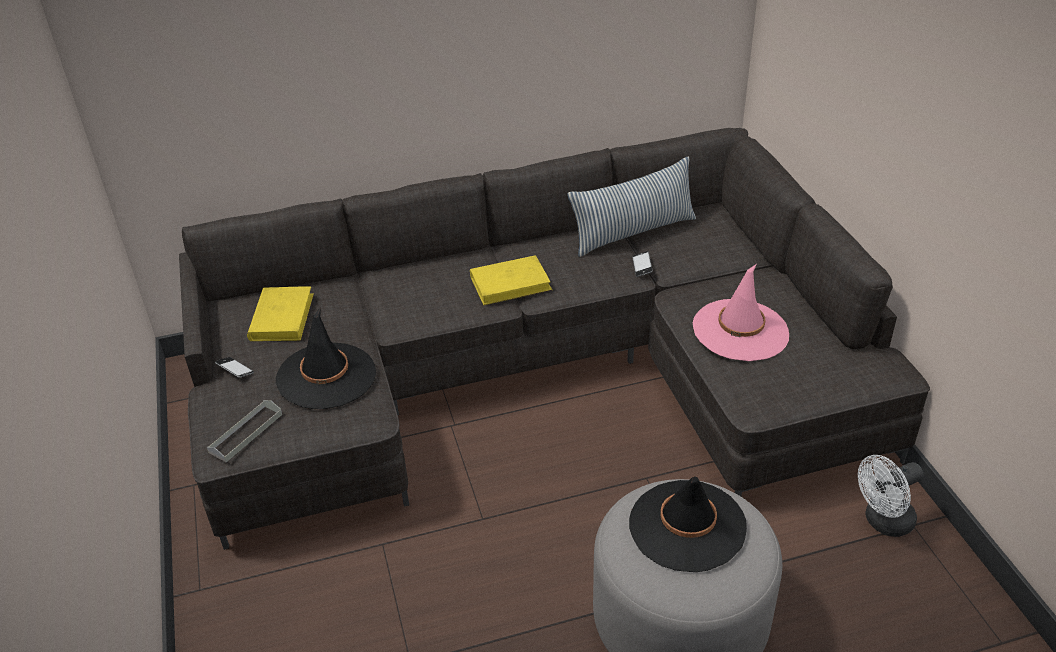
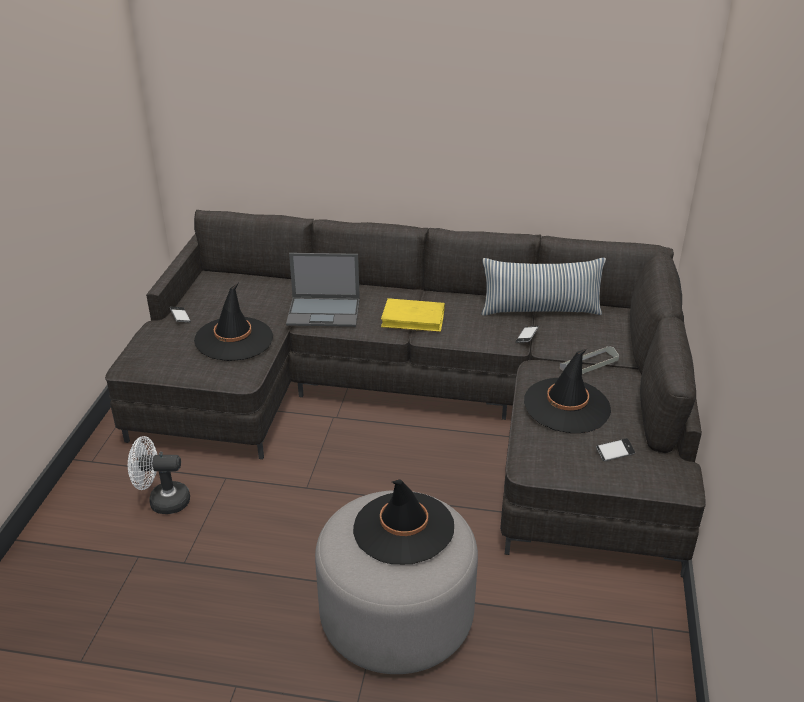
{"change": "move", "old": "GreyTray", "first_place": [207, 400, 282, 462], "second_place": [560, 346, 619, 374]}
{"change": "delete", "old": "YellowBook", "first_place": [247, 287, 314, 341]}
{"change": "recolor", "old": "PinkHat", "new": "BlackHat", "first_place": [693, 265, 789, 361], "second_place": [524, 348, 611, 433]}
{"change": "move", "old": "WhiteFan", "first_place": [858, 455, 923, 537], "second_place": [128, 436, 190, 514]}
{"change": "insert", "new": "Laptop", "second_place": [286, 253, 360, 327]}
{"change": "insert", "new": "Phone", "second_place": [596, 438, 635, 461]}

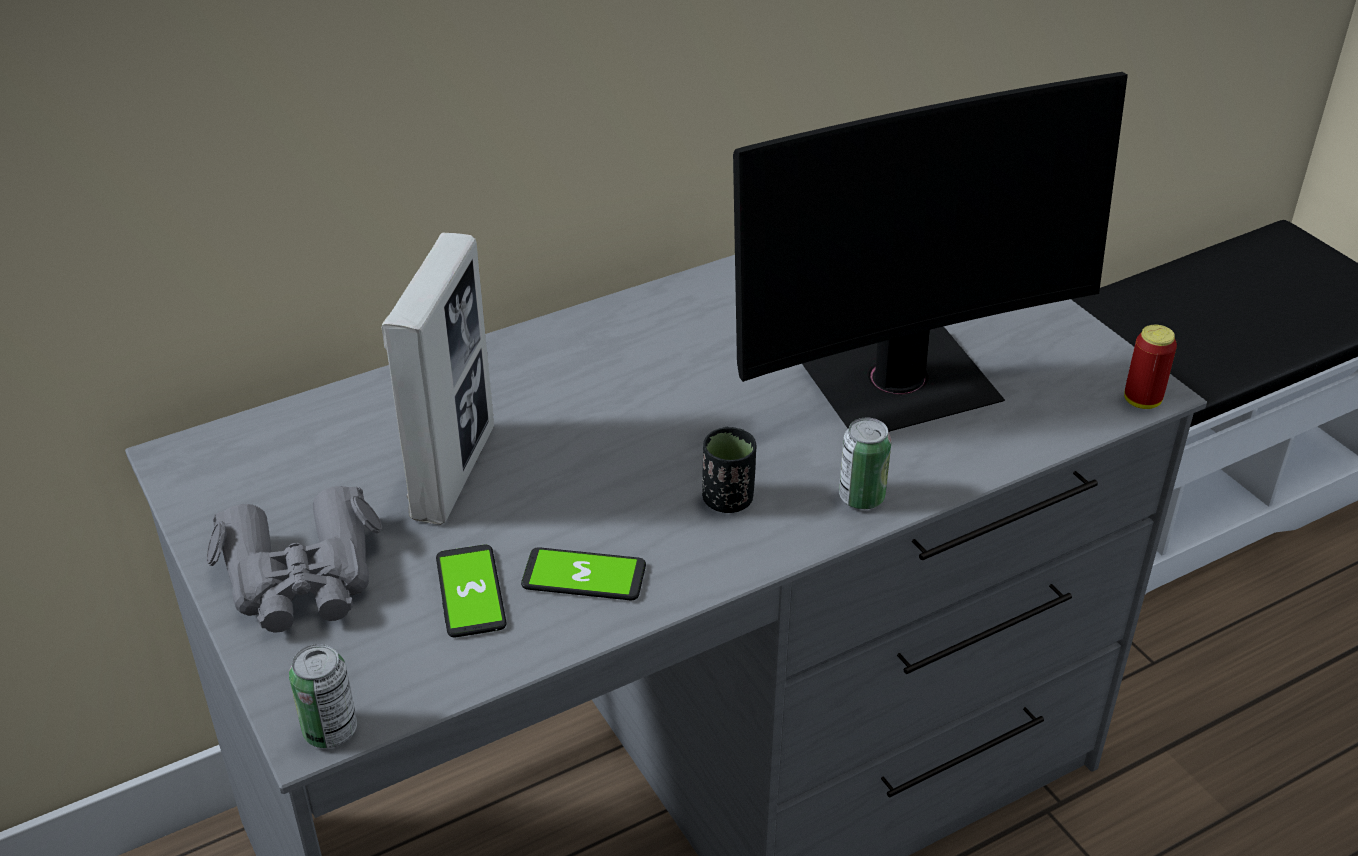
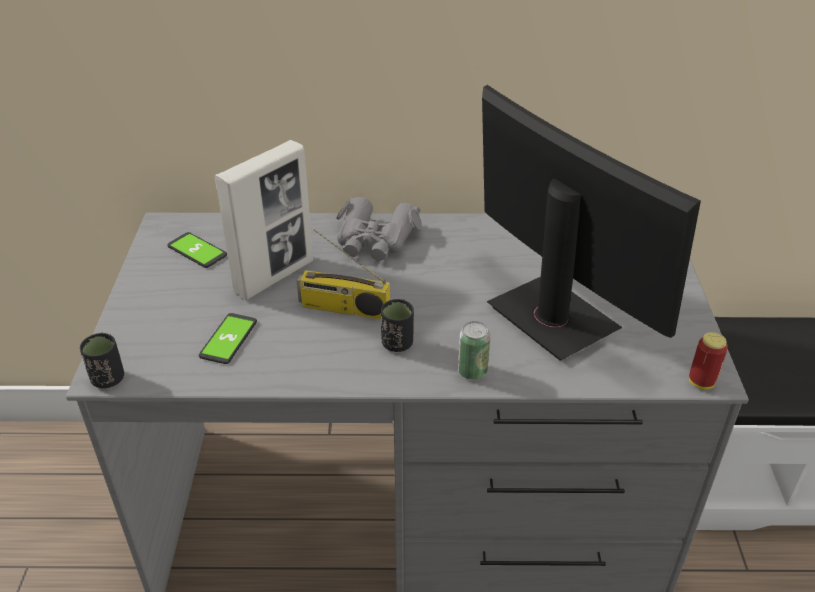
{"change": "move", "old": "GreyBinoculars", "first_place": [206, 486, 382, 633], "second_place": [336, 197, 422, 261]}
{"change": "replace", "old": "Can", "new": "BlackCup", "first_place": [289, 644, 357, 748], "second_place": [80, 333, 124, 388]}
{"change": "move", "old": "Phone", "first_place": [521, 547, 646, 600], "second_place": [167, 232, 227, 268]}
{"change": "rotate", "old": "Monitor", "first_place": [733, 72, 1128, 432], "second_place": [482, 85, 701, 361], "degrees": -135}
{"change": "insert", "new": "Radio", "second_place": [297, 229, 390, 319]}

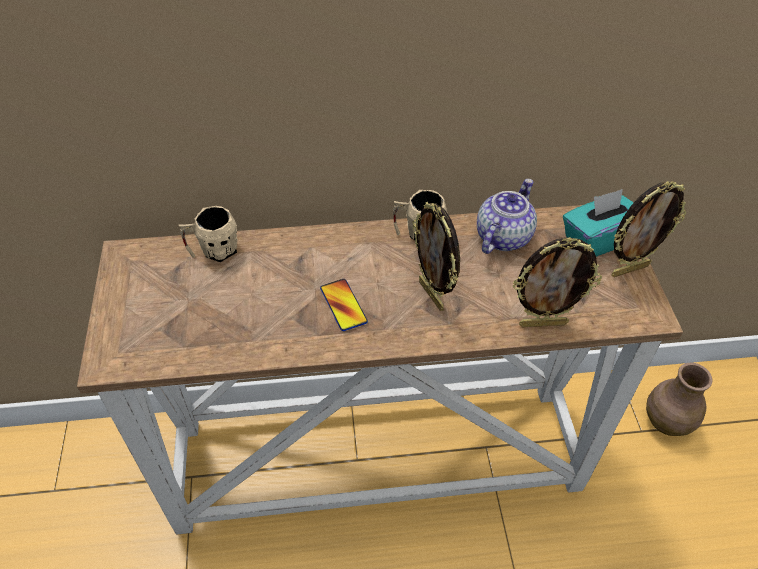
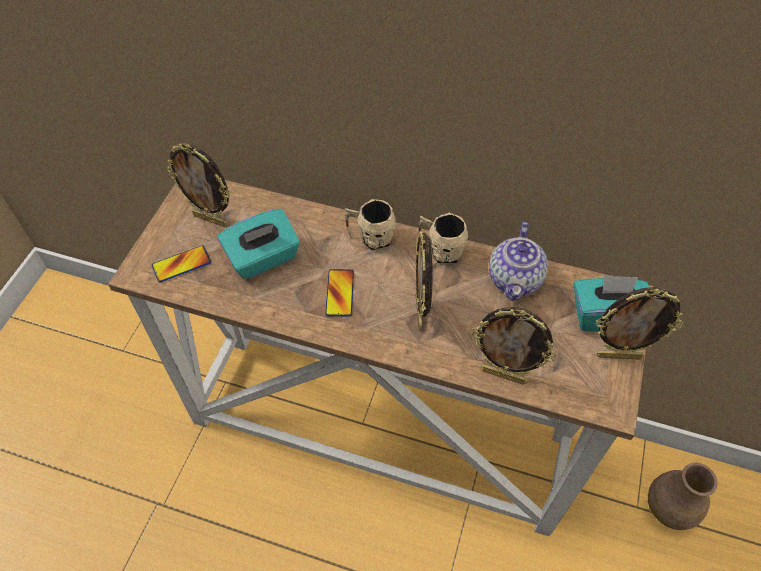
{"change": "move", "old": "BeigeMug", "first_place": [179, 206, 238, 262], "second_place": [345, 199, 396, 250]}
{"change": "rotate", "old": "Teapot", "first_place": [477, 179, 537, 254], "second_place": [489, 222, 548, 301], "degrees": 135}
{"change": "insert", "new": "Phone", "second_place": [152, 245, 211, 282]}
{"change": "insert", "new": "PictureFrame", "second_place": [166, 143, 230, 227]}
{"change": "insert", "new": "TurquoiseTissueBox", "second_place": [217, 209, 300, 279]}

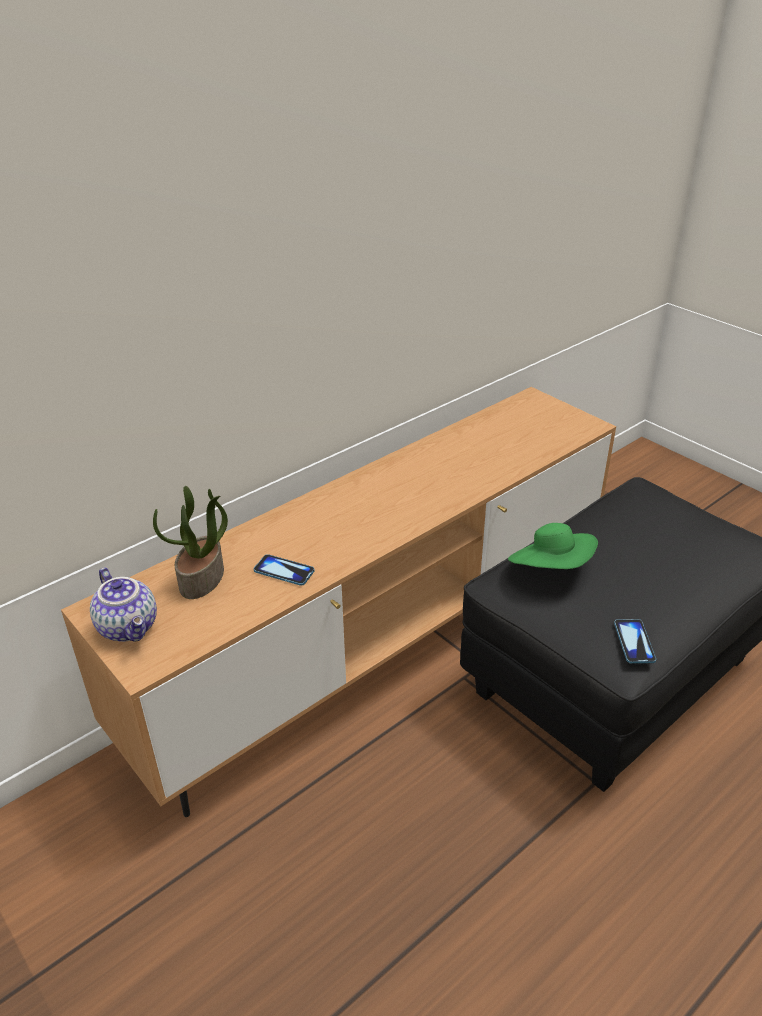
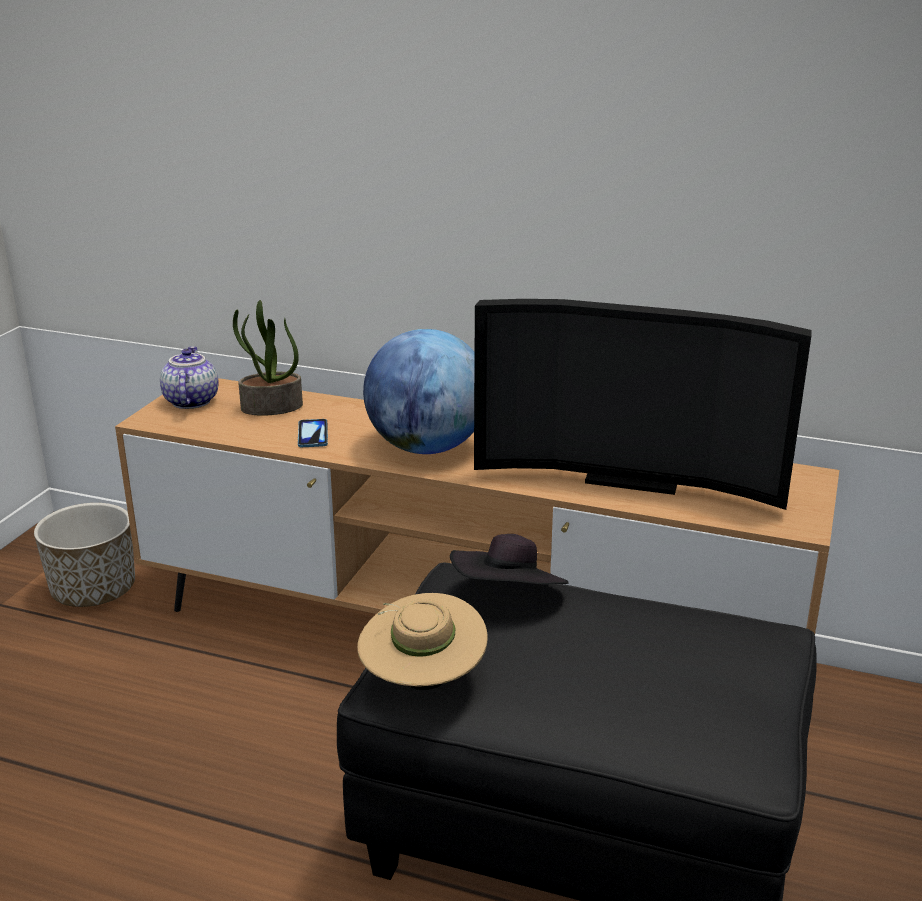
{"change": "rotate", "old": "Teapot", "first_place": [90, 568, 157, 642], "second_place": [160, 347, 219, 409], "degrees": 150}
{"change": "recolor", "old": "GreenHat", "new": "BlackHat", "first_place": [508, 523, 598, 569], "second_place": [450, 534, 569, 584]}
{"change": "replace", "old": "Phone", "new": "BeigeHat", "first_place": [614, 619, 656, 664], "second_place": [357, 593, 488, 690]}
{"change": "insert", "new": "Planter", "second_place": [34, 503, 135, 607]}
{"change": "insert", "new": "Globe", "second_place": [363, 329, 475, 454]}
{"change": "insert", "new": "Television", "second_place": [474, 299, 811, 510]}

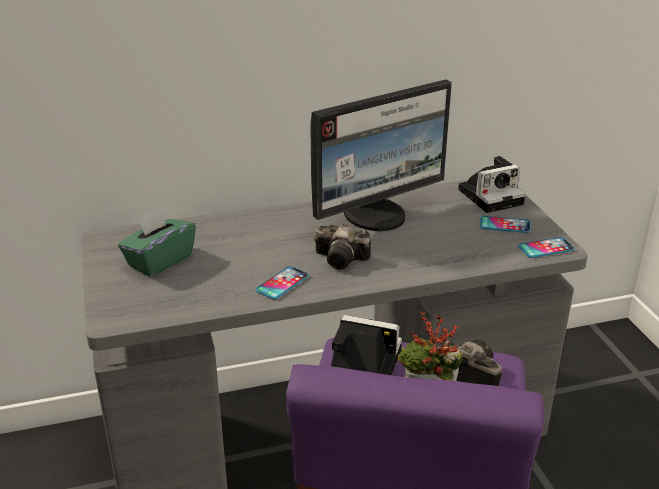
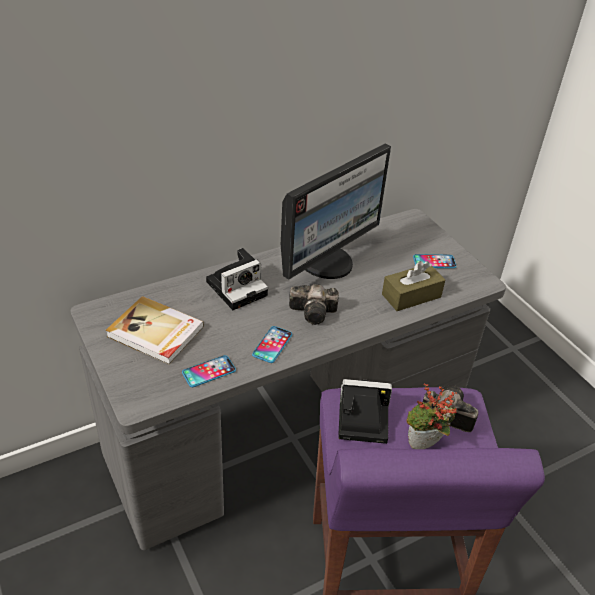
{"change": "replace", "old": "GreenTissueBox", "new": "Book", "first_place": [118, 208, 196, 277], "second_place": [106, 296, 204, 364]}
{"change": "move", "old": "PhotoCamera", "first_place": [458, 156, 526, 213], "second_place": [206, 248, 268, 310]}
{"change": "move", "old": "Phone", "first_place": [518, 237, 575, 258], "second_place": [182, 355, 236, 387]}
{"change": "insert", "new": "BrownTissueBox", "second_place": [382, 261, 445, 311]}

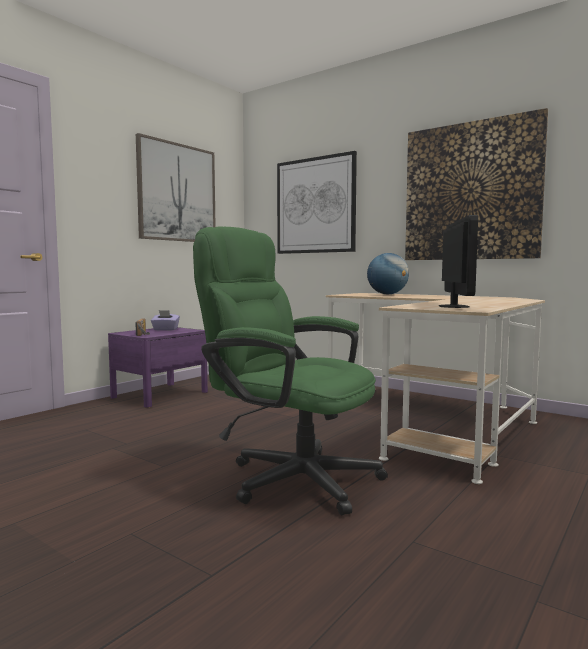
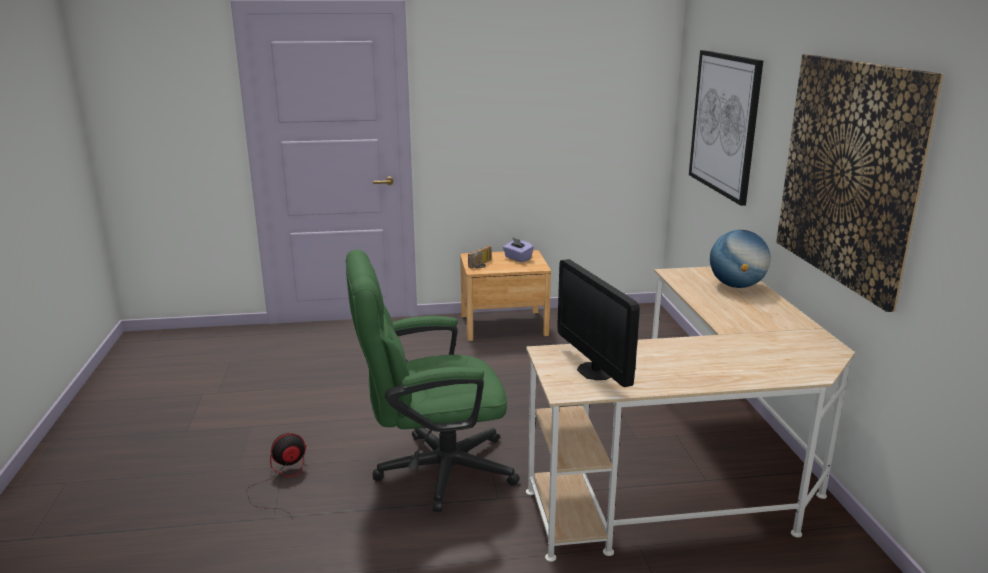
{"change": "recolor", "old": "PurpleNightstand", "new": "BrownNightstand", "first_place": [108, 327, 208, 407], "second_place": [460, 250, 551, 341]}
{"change": "delete", "old": "Picture", "first_place": [136, 133, 216, 242]}
{"change": "rotate", "old": "GreenOfficeChair", "first_place": [193, 227, 388, 515], "second_place": [345, 250, 520, 512], "degrees": -90}
{"change": "rotate", "old": "Monitor", "first_place": [439, 215, 478, 308], "second_place": [558, 259, 640, 387], "degrees": 105}
{"change": "insert", "new": "Fan", "second_place": [246, 433, 306, 519]}

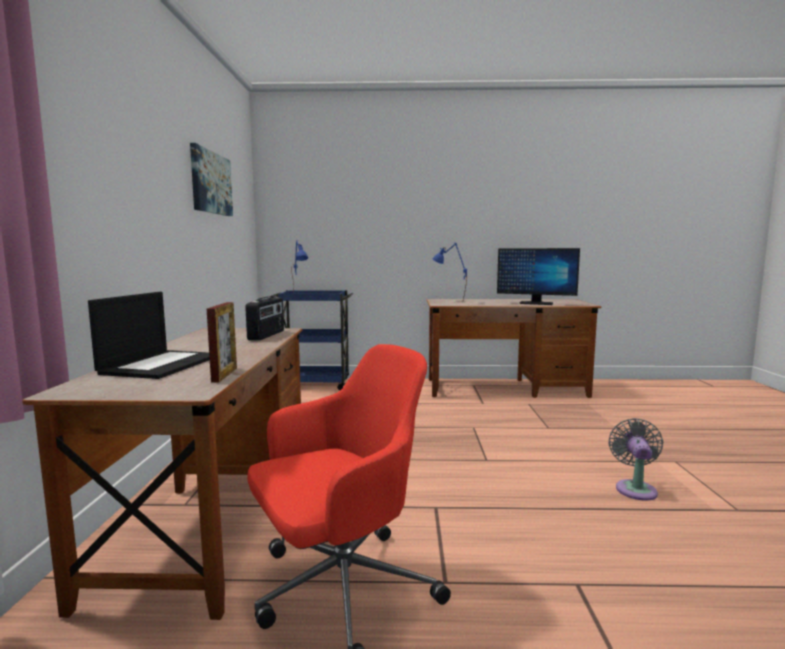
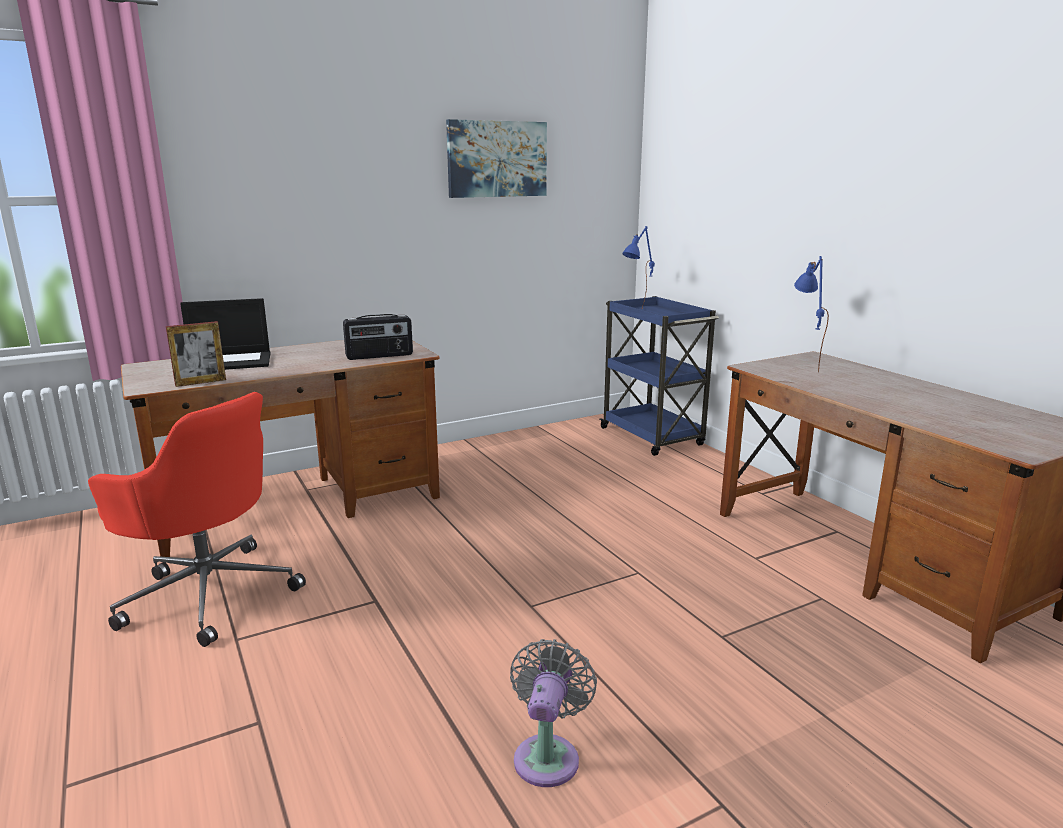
{"change": "delete", "old": "Monitor", "first_place": [497, 248, 580, 305]}
{"change": "rotate", "old": "GreyFan", "first_place": [608, 418, 663, 501], "second_place": [510, 639, 597, 787], "degrees": -60}

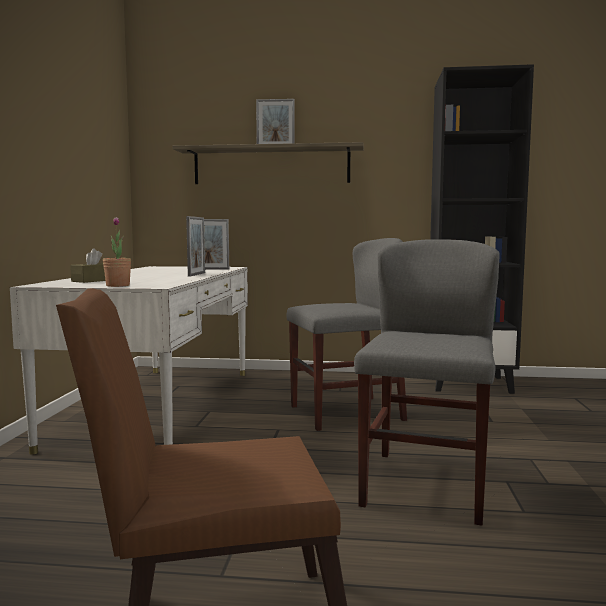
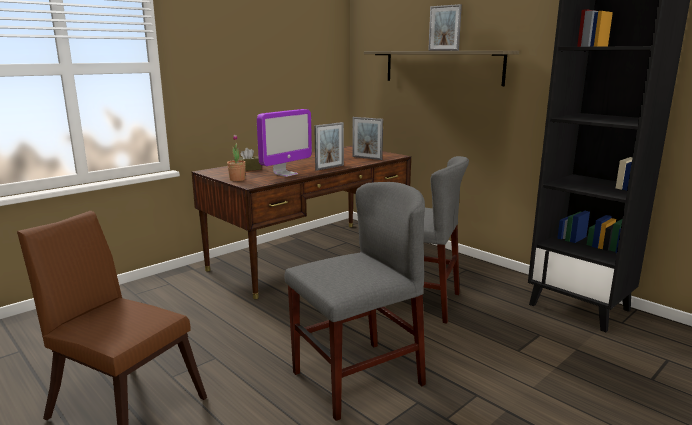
{"change": "recolor", "old": "WhiteDesk", "new": "BrownDesk", "first_place": [10, 266, 248, 455], "second_place": [192, 146, 411, 299]}
{"change": "insert", "new": "Monitor", "second_place": [257, 109, 312, 177]}

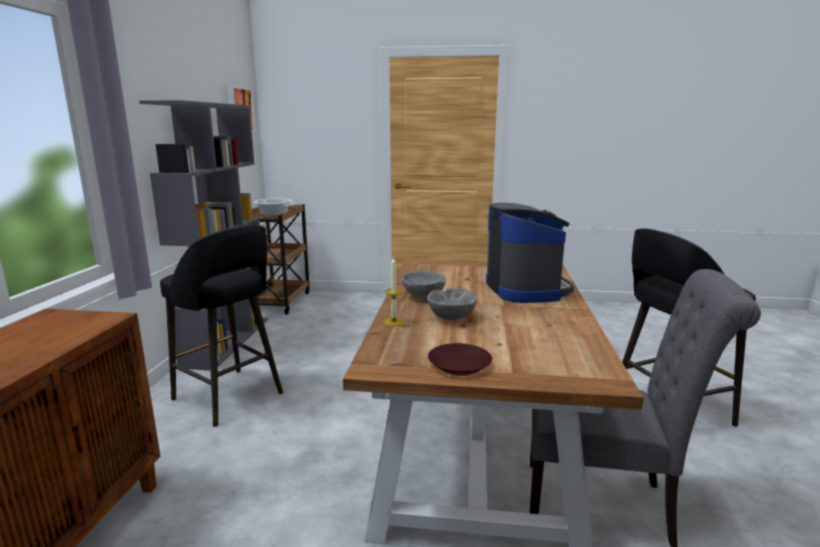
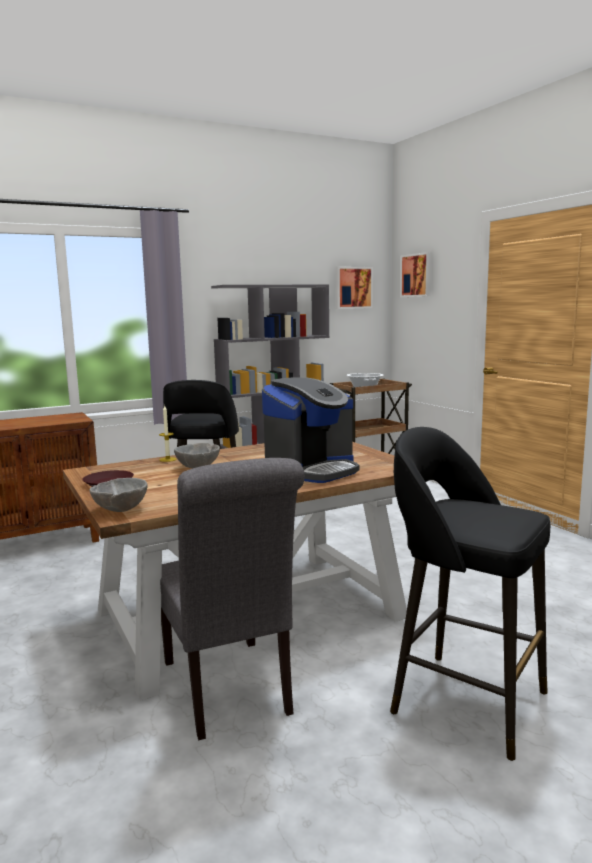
{"change": "move", "old": "GreyBowl", "first_place": [402, 271, 446, 298], "second_place": [90, 478, 148, 512]}
{"change": "insert", "new": "Picture", "second_place": [400, 252, 432, 297]}

